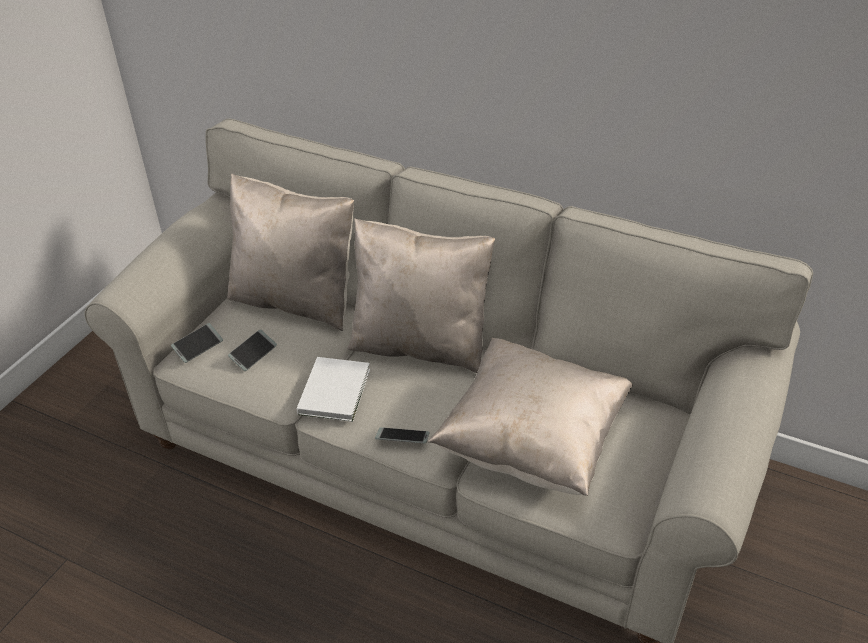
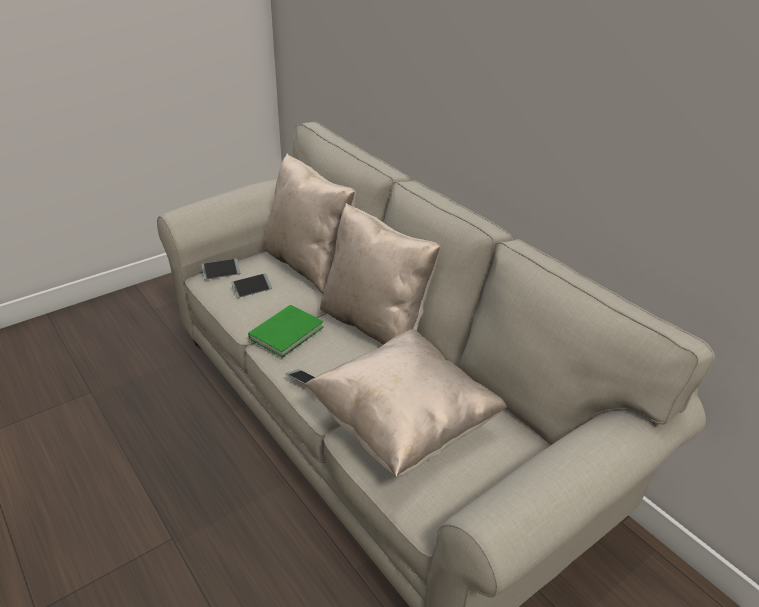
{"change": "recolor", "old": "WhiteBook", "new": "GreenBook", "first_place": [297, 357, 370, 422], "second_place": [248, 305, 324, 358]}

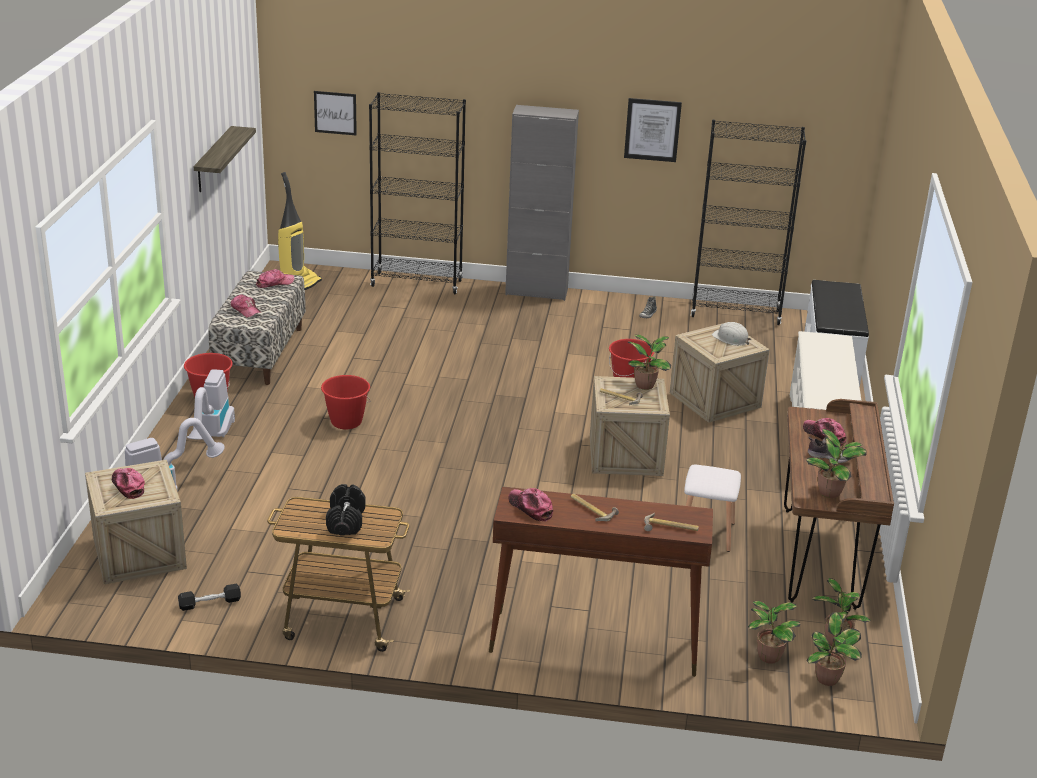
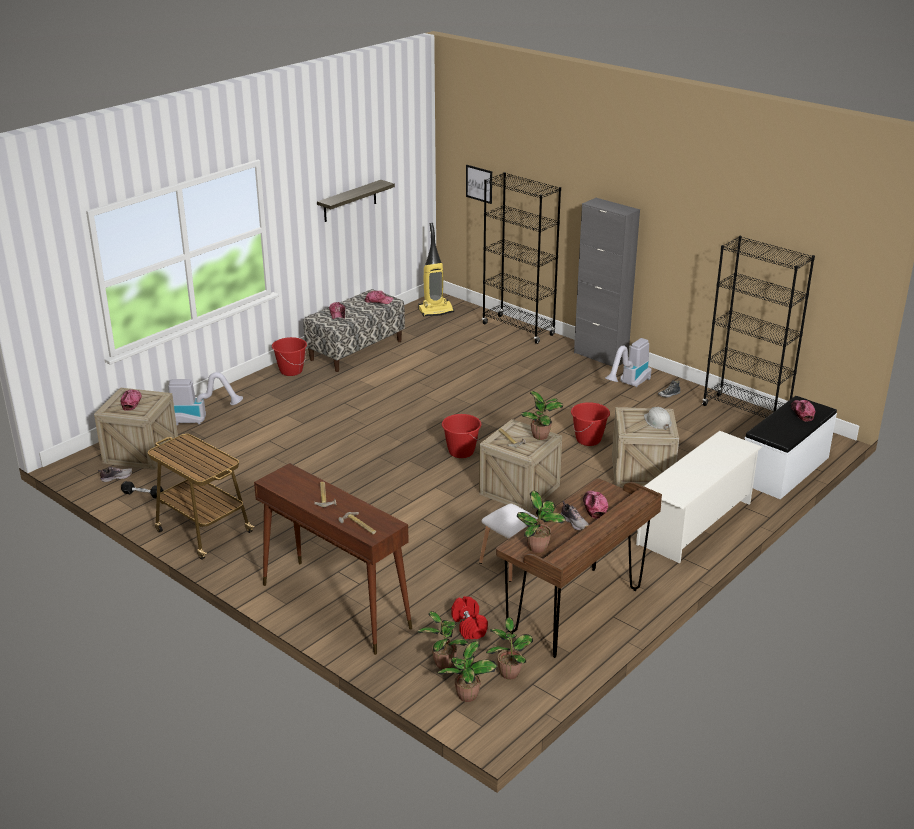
{"change": "move", "old": "VacuumCleaner", "first_place": [187, 369, 235, 440], "second_place": [605, 338, 651, 387]}
{"change": "move", "old": "RedBucket", "first_place": [321, 375, 370, 429], "second_place": [442, 414, 481, 458]}
{"change": "delete", "old": "BlackDumbbell", "first_place": [326, 484, 366, 536]}
{"change": "move", "old": "Cap", "first_place": [508, 488, 553, 522], "second_place": [791, 400, 815, 422]}
{"change": "delete", "old": "Picture", "first_place": [624, 98, 682, 162]}
{"change": "insert", "new": "Shoe", "second_place": [98, 466, 133, 482]}
{"change": "insert", "new": "RedDumbbell", "second_place": [451, 596, 488, 639]}

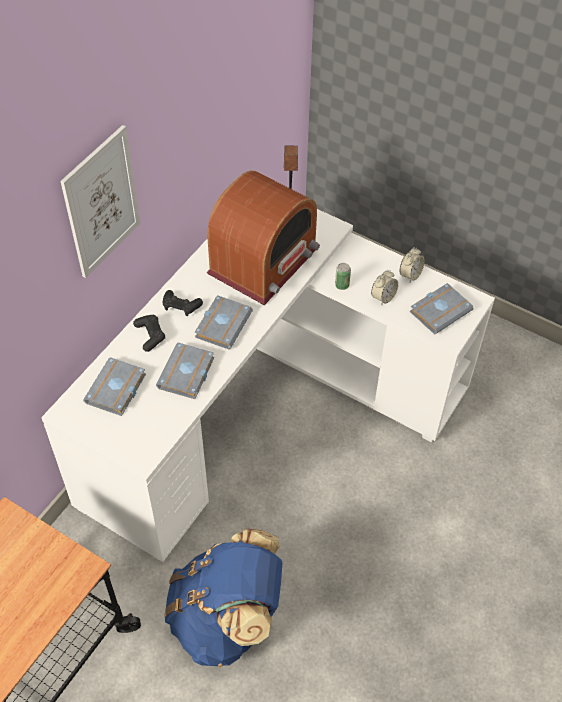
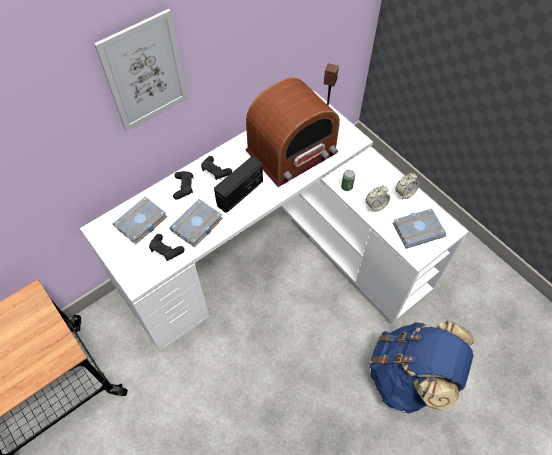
{"change": "move", "old": "BlueBackpack", "first_place": [164, 529, 282, 667], "second_place": [370, 320, 474, 413]}
{"change": "replace", "old": "GreyBook", "new": "Radio", "first_place": [195, 295, 253, 350], "second_place": [214, 157, 263, 213]}
{"change": "insert", "new": "BlackGameController", "second_place": [149, 234, 184, 261]}

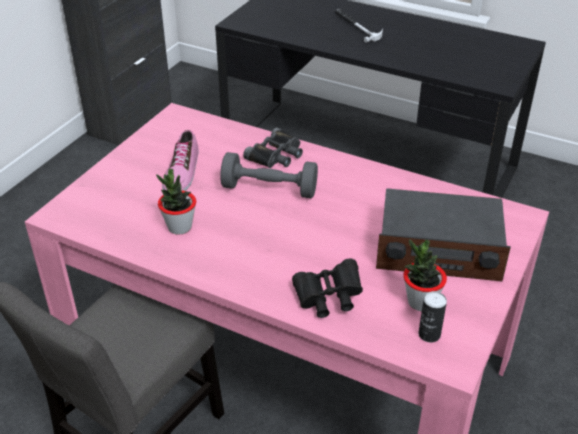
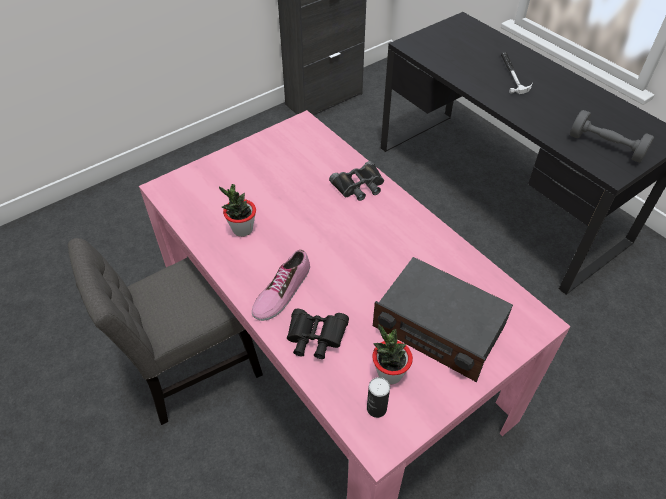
{"change": "move", "old": "Shoe", "first_place": [162, 130, 199, 191], "second_place": [252, 250, 310, 321]}
{"change": "move", "old": "GreyDumbbell", "first_place": [220, 152, 318, 198], "second_place": [570, 110, 654, 163]}

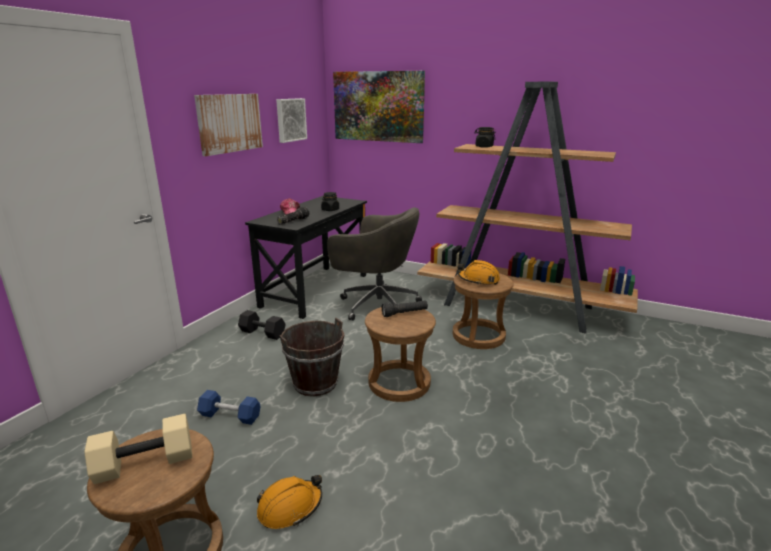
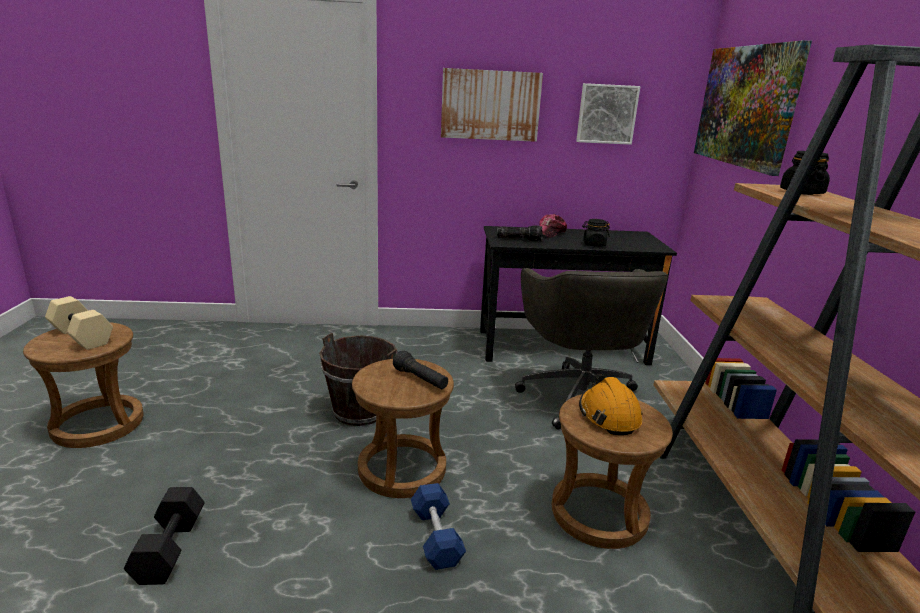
{"change": "move", "old": "BlueDumbbell", "first_place": [197, 390, 260, 425], "second_place": [411, 483, 466, 570]}
{"change": "move", "old": "BlackDumbbell", "first_place": [238, 310, 286, 340], "second_place": [124, 487, 205, 585]}
{"change": "delete", "old": "OrangeHardHat", "first_place": [257, 475, 322, 529]}

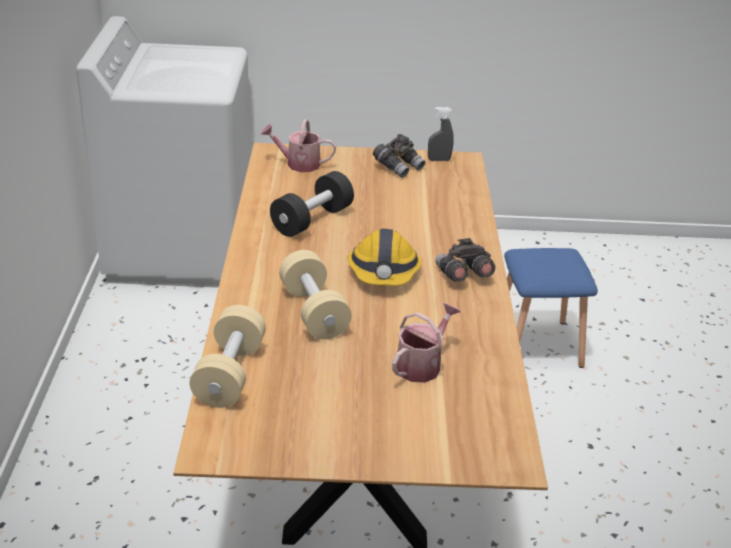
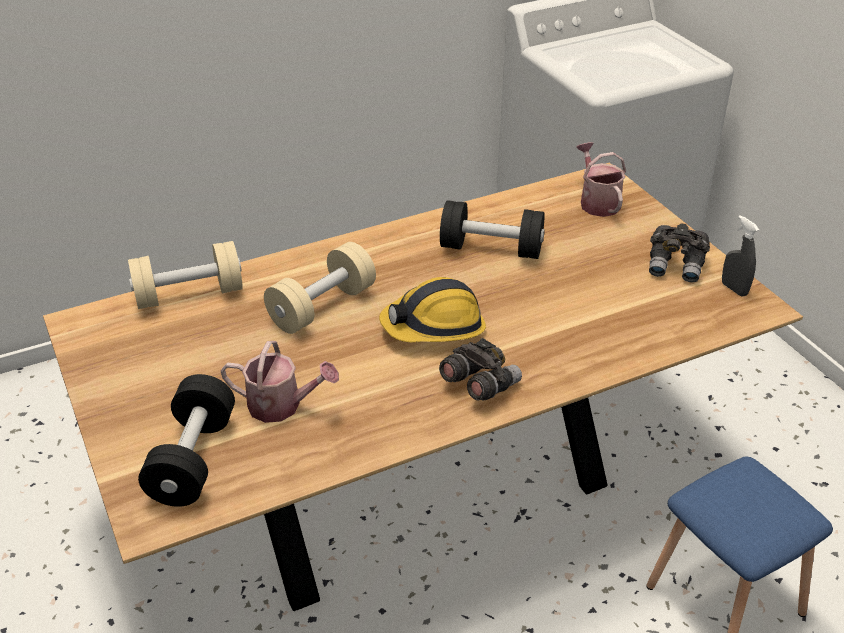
{"change": "insert", "new": "BlackDumbbell", "second_place": [138, 374, 235, 507]}

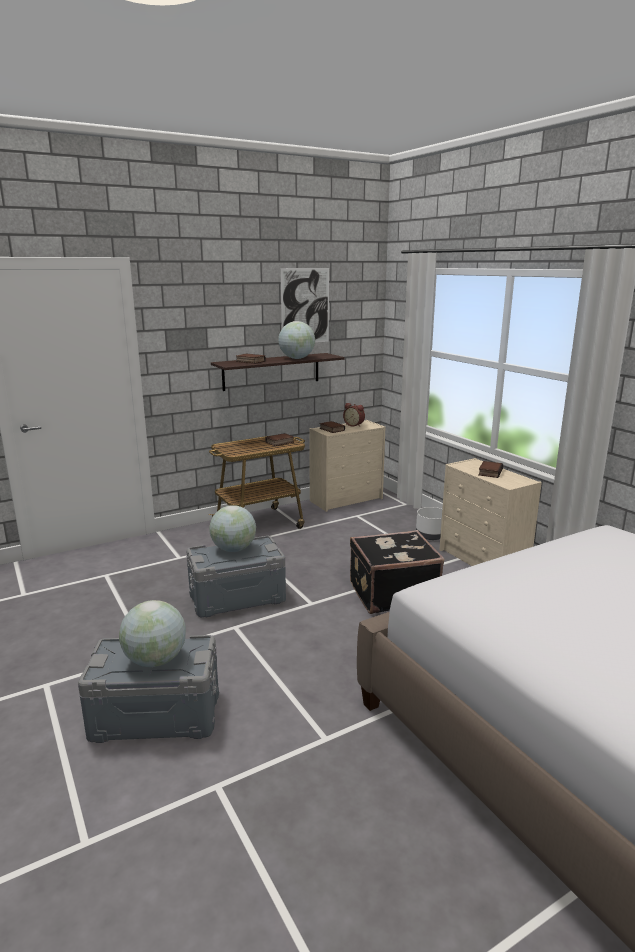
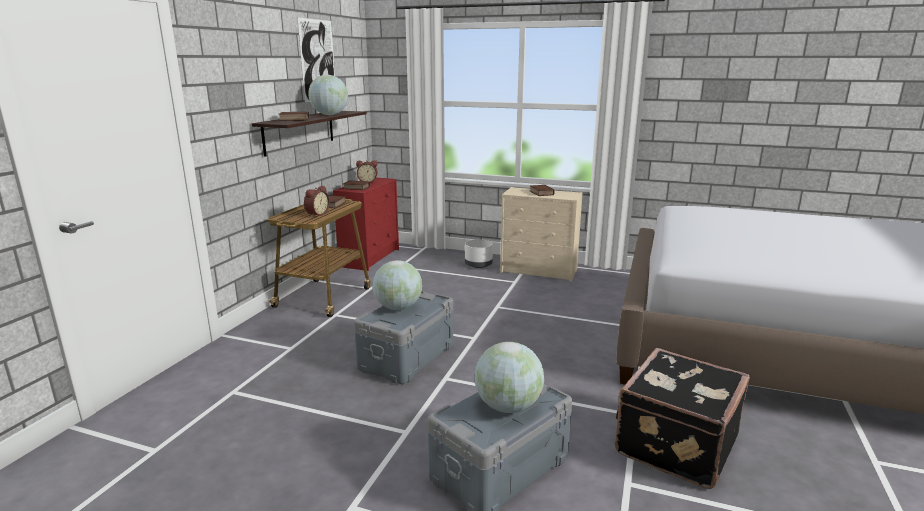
{"change": "recolor", "old": "BeigeDresser", "new": "RedDresser", "first_place": [309, 420, 386, 512], "second_place": [333, 178, 399, 271]}
{"change": "move", "old": "BlackSuitcase", "first_place": [350, 530, 444, 614], "second_place": [615, 348, 750, 489]}
{"change": "insert", "new": "AlarmClock", "second_place": [304, 185, 330, 217]}

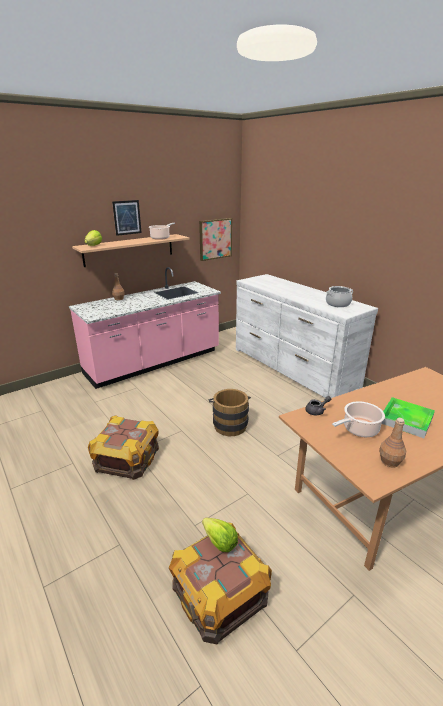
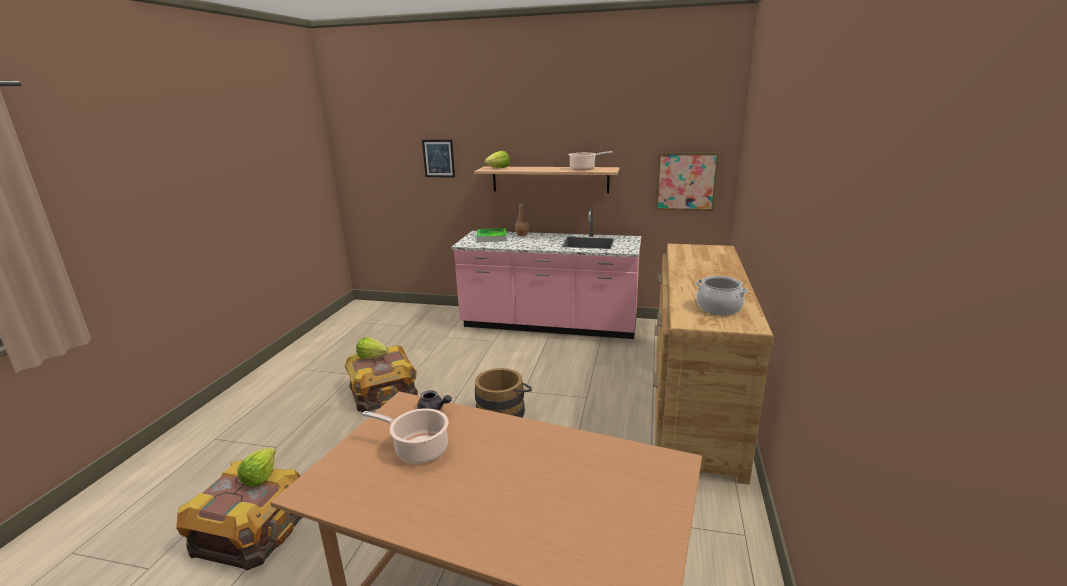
{"change": "move", "old": "Picture", "first_place": [112, 200, 142, 236], "second_place": [422, 140, 455, 178]}
{"change": "recolor", "old": "WhiteDresser", "new": "BrownDresser", "first_place": [236, 274, 378, 398], "second_place": [653, 244, 774, 485]}
{"change": "delete", "old": "BrownBottle", "first_place": [379, 418, 406, 468]}
{"change": "move", "old": "Tray", "first_place": [382, 397, 435, 438], "second_place": [476, 228, 507, 243]}
{"change": "insert", "new": "Lettuce", "second_place": [356, 337, 389, 359]}

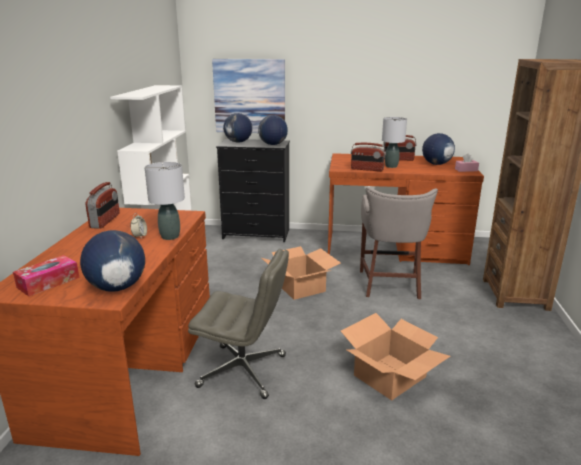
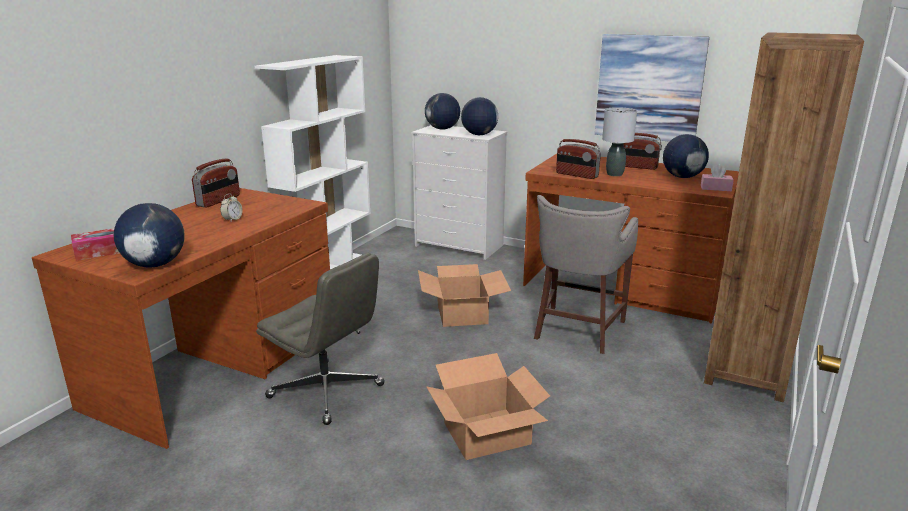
{"change": "delete", "old": "GreyTableLamp", "first_place": [145, 162, 185, 240]}
{"change": "move", "old": "Picture", "first_place": [212, 59, 285, 133], "second_place": [595, 34, 709, 142]}
{"change": "recolor", "old": "BlackDresser", "new": "WhiteDresser", "first_place": [216, 139, 290, 242], "second_place": [411, 125, 507, 260]}

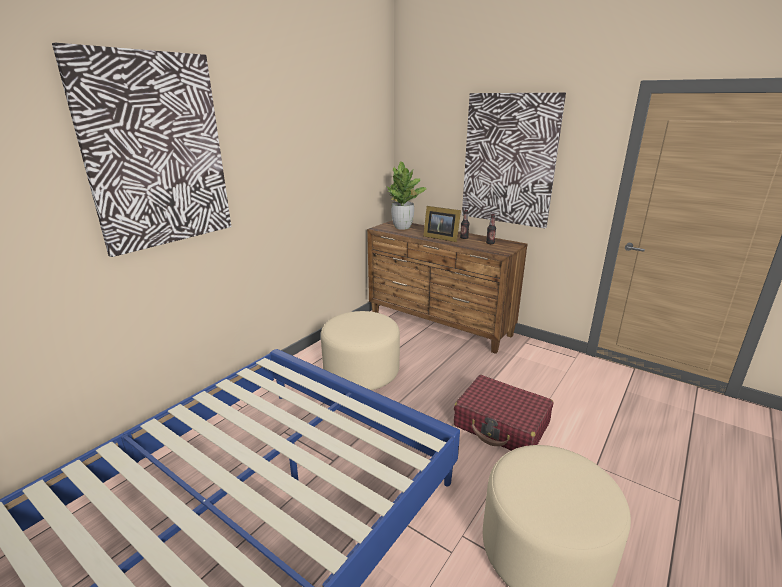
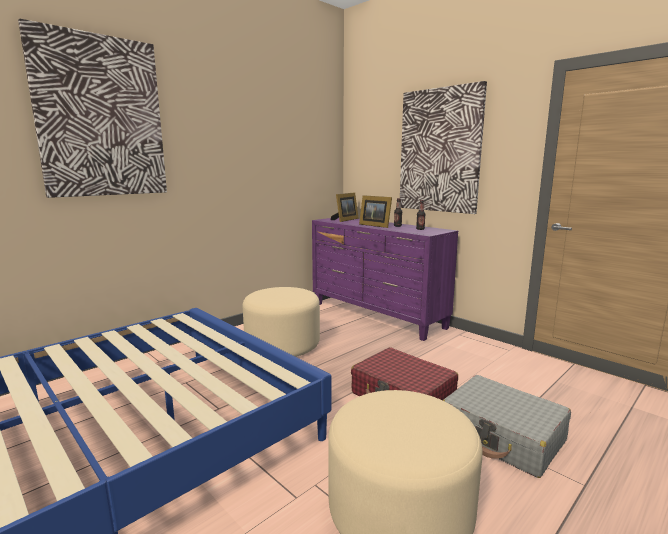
{"change": "recolor", "old": "BrownDresser", "new": "PurpleDresser", "first_place": [367, 220, 527, 354], "second_place": [312, 218, 458, 341]}
{"change": "replace", "old": "PottedPlant", "new": "PictureFrame", "first_place": [387, 161, 426, 230], "second_place": [331, 192, 359, 222]}
{"change": "insert", "new": "GreySuitcase", "second_place": [443, 375, 571, 478]}

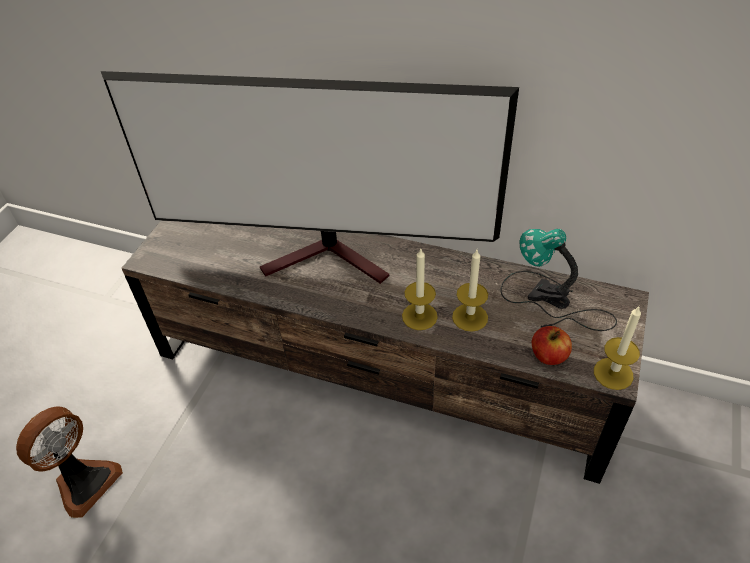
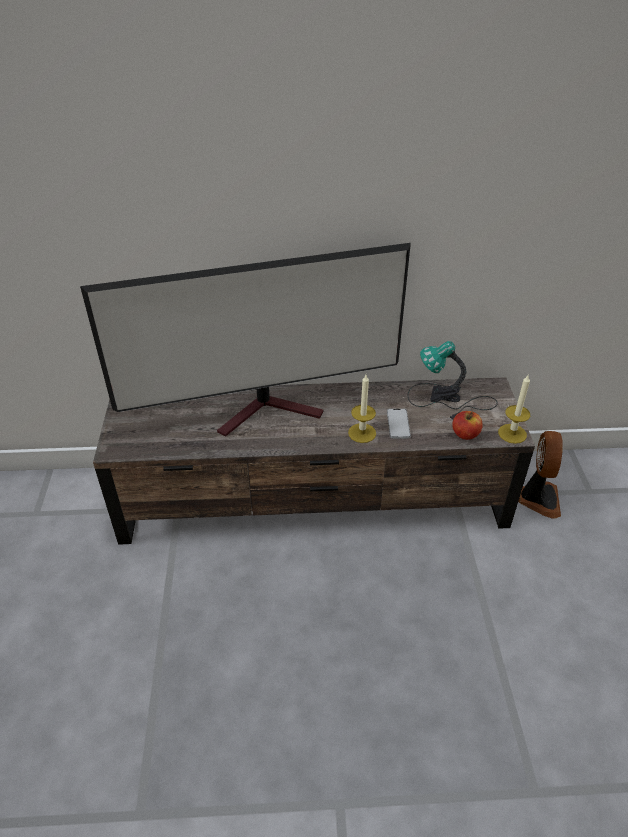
{"change": "move", "old": "Fan", "first_place": [16, 406, 123, 518], "second_place": [518, 431, 563, 519]}
{"change": "replace", "old": "Candle", "new": "Phone", "first_place": [452, 250, 488, 332], "second_place": [387, 409, 411, 438]}

